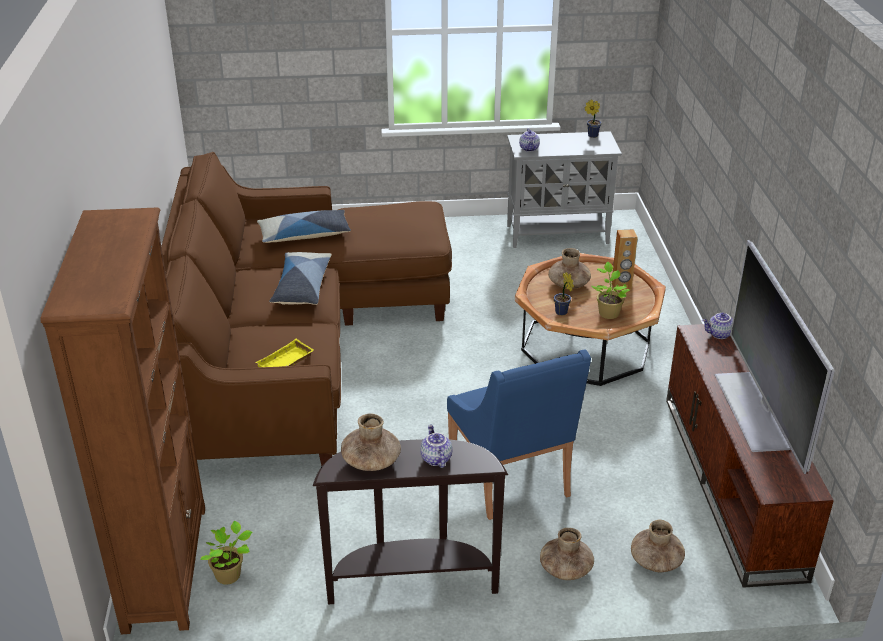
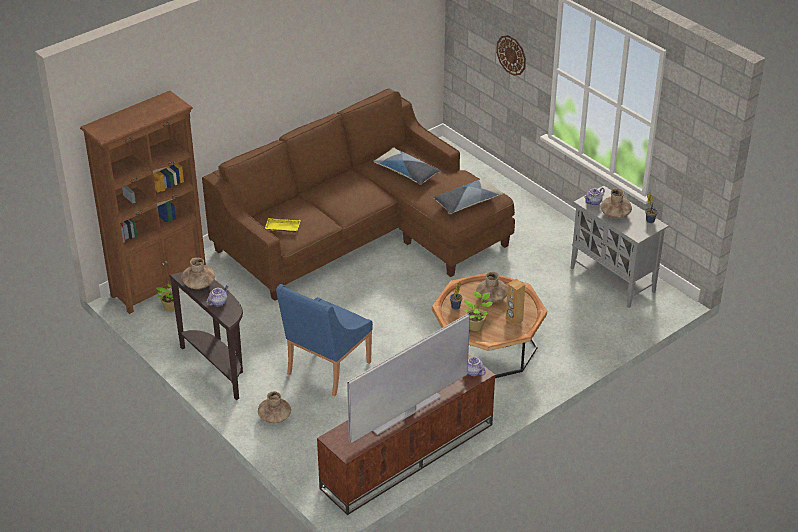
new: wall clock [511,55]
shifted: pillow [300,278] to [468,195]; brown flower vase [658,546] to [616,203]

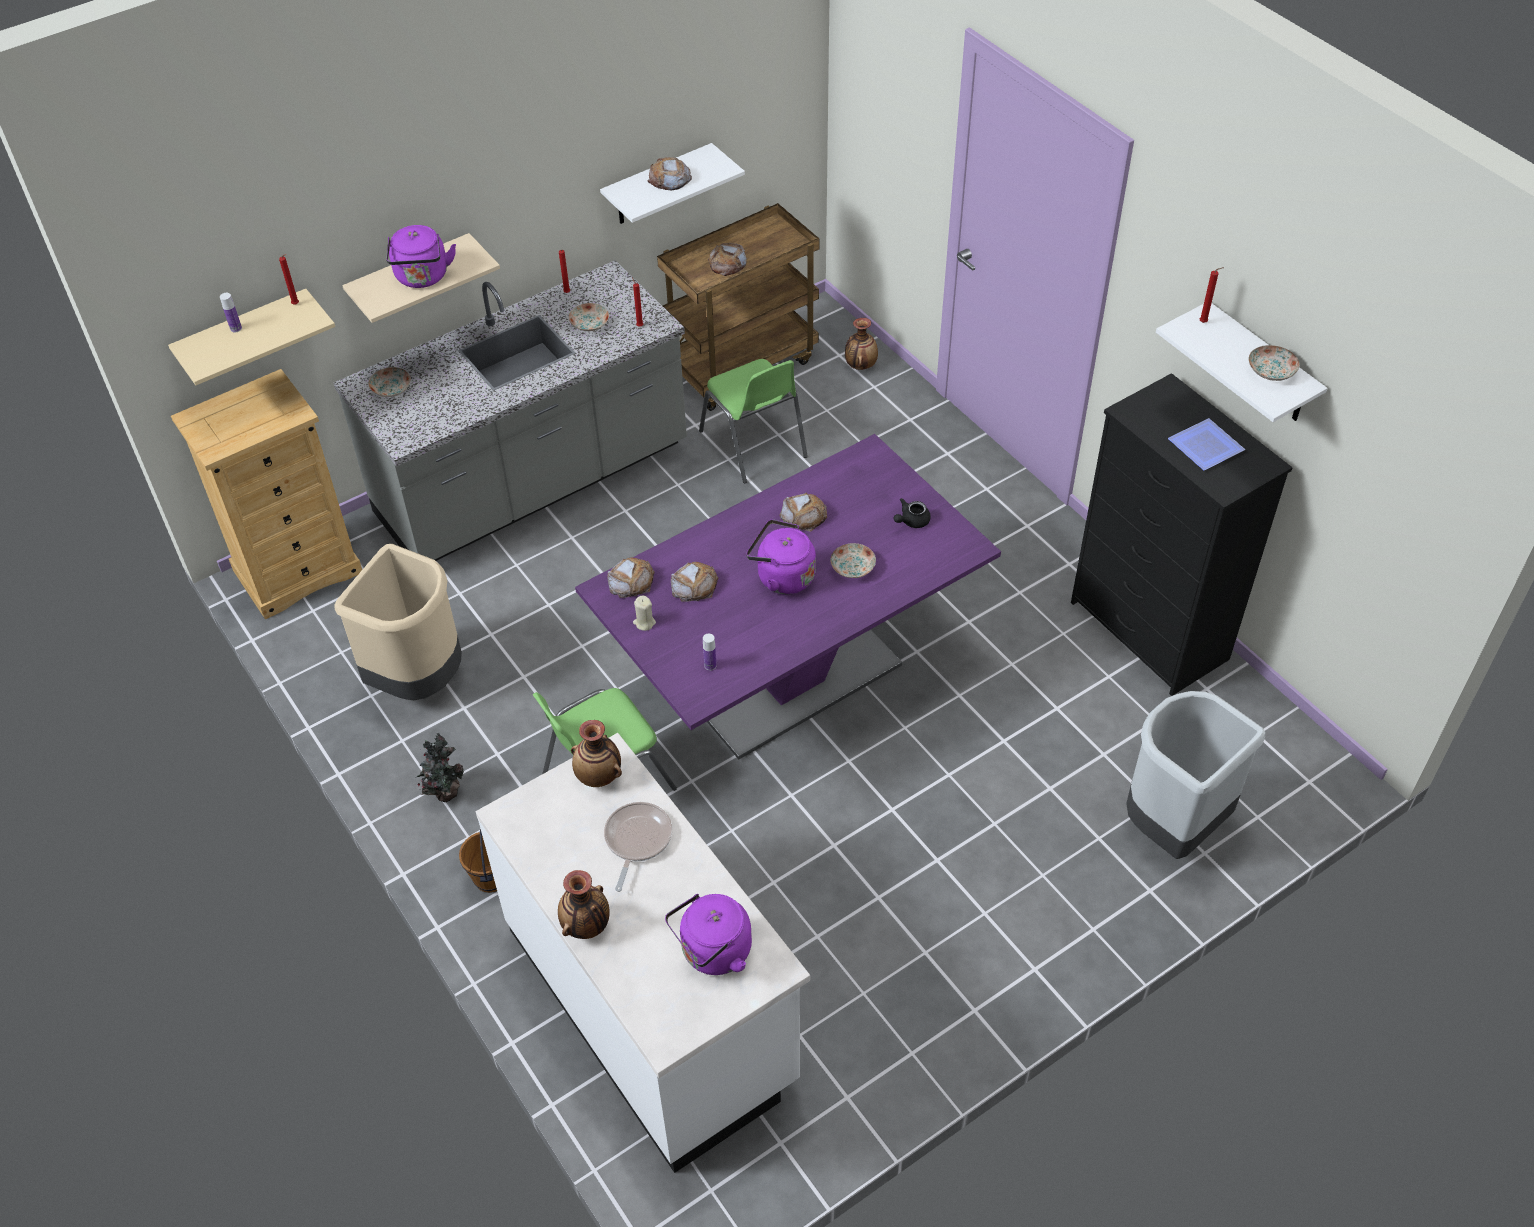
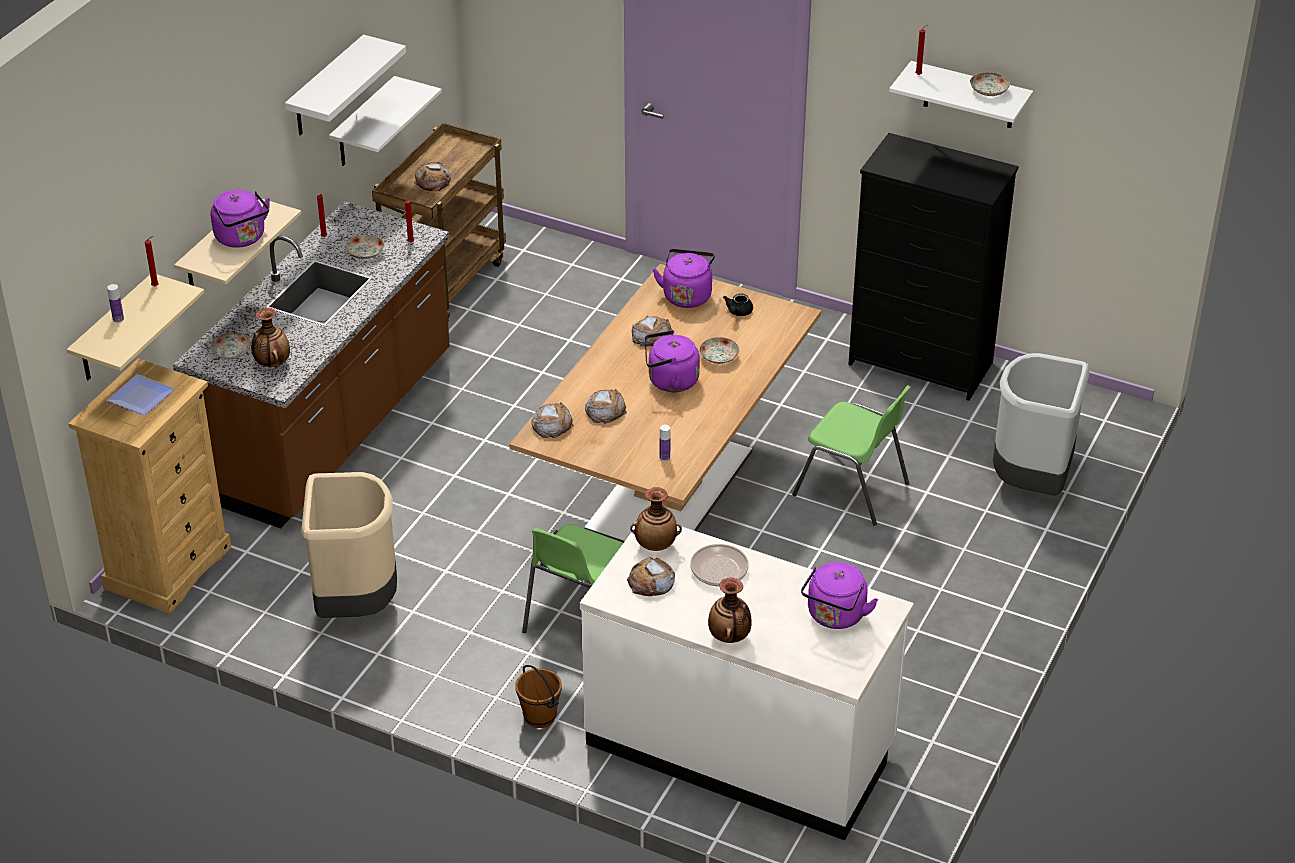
gone: houseplant [440,767]; beige wax light [644,613]
new: white-coloured bracket shelf [345,85]; purple kettle [684,278]
shifted: dinner plate [1206,444] to [140,395]; flower vase [861,344] to [270,337]; bread [669,173] to [651,576]; green-coloured plain chair [753,421] to [851,455]
repainted: gray kitchen base unit [510,410] to brown kitchen base unit [311,365]; purple dining table [788,597] to brown dining table [665,403]

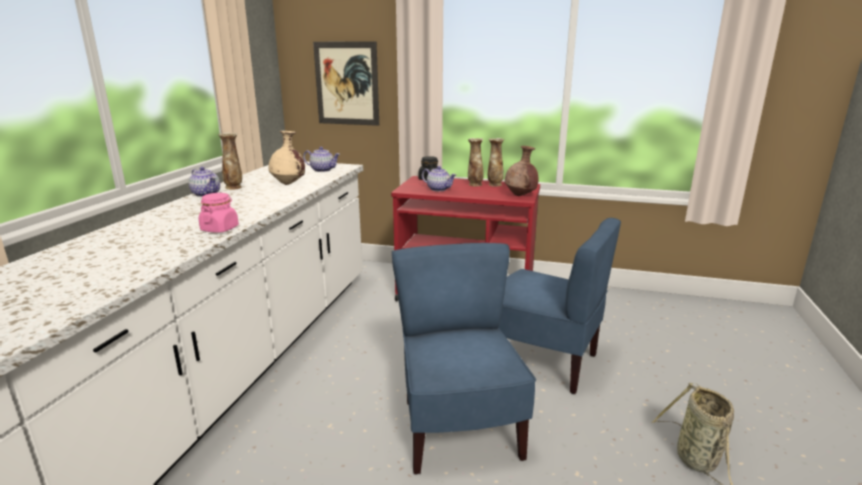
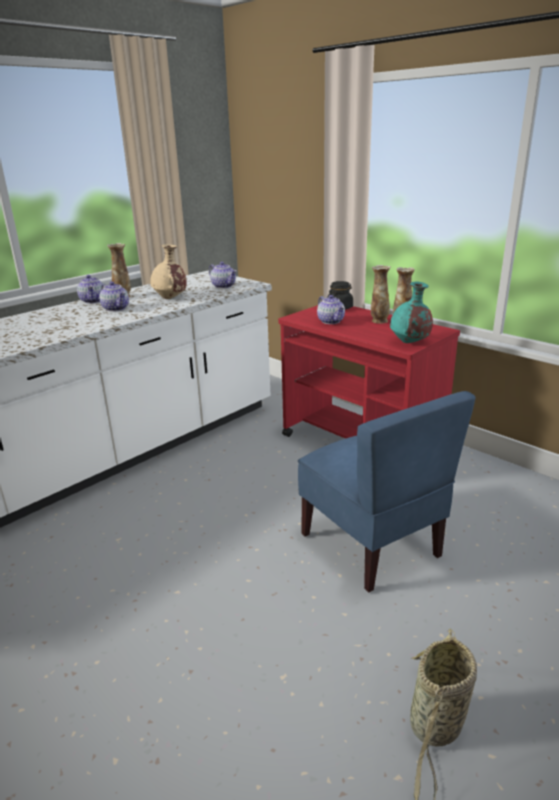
gone: pink-coloured jar [219,213]; picture [346,84]; blue-coloured plain chair [464,358]
new: tea pot [114,296]
repainted: brown flower vase [522,171] to turquoise flower vase [411,312]

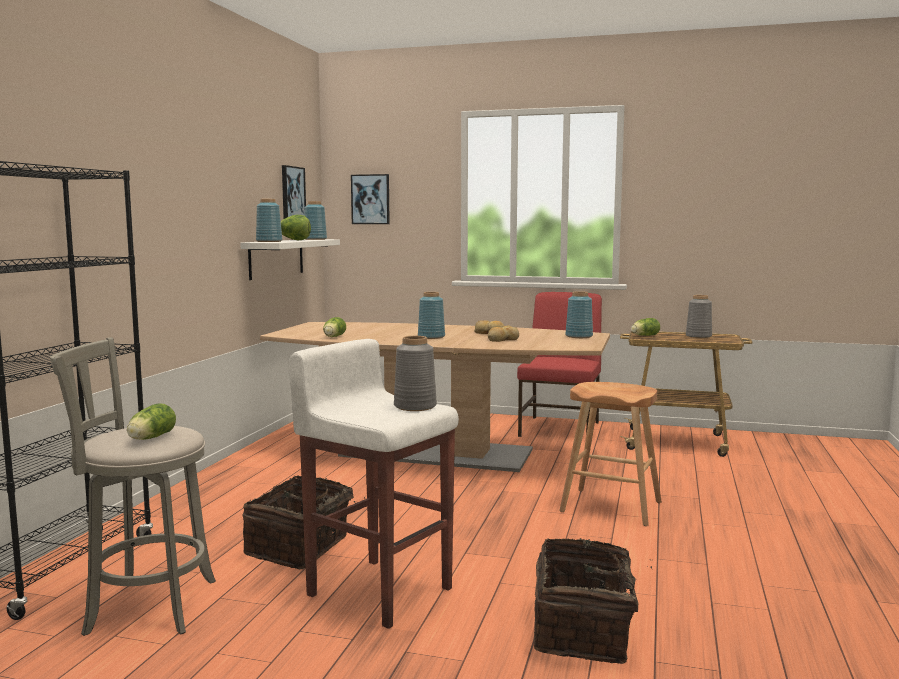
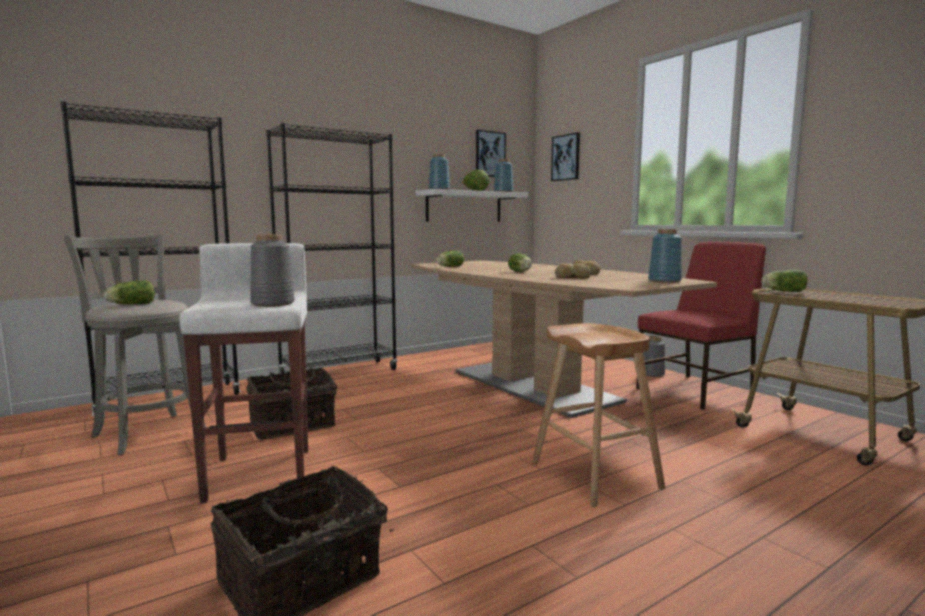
new: blackish bookcase [332,248]
shifted: gray flower vase [699,316] to [654,356]
swapped: blue-coloured flower vase [431,315] to lettuce [520,262]

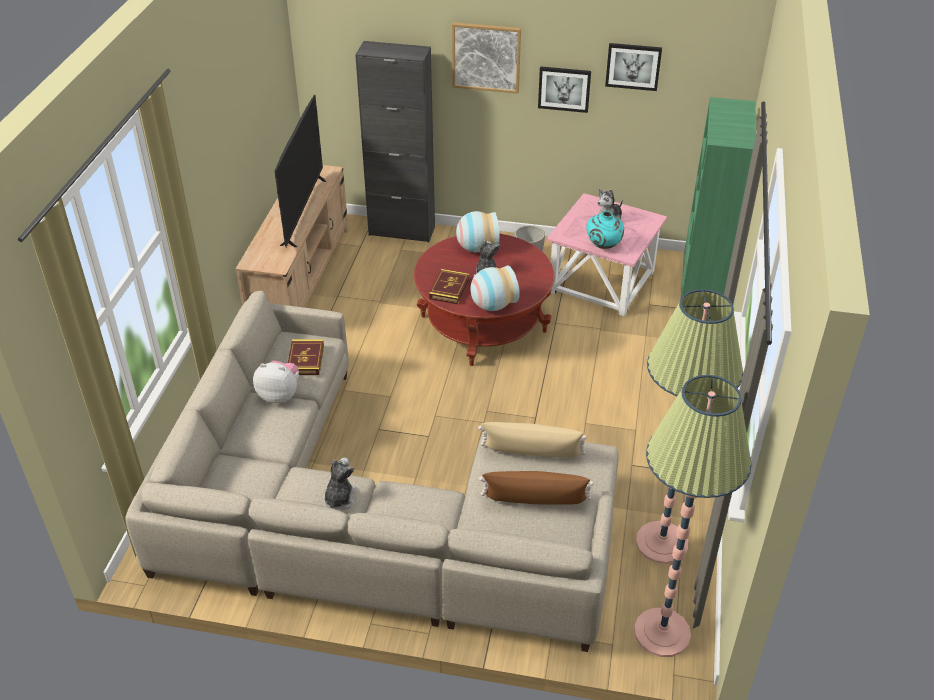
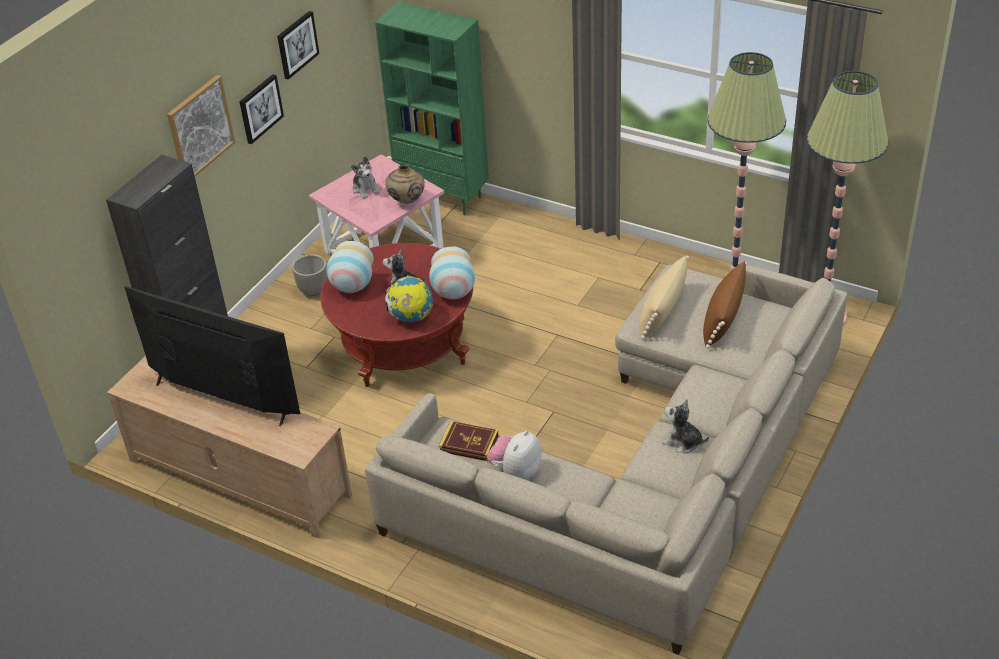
swapped: volume [449,286] to desk globe [409,299]
repainted: turquoise flower vase [605,230] to beige flower vase [405,184]

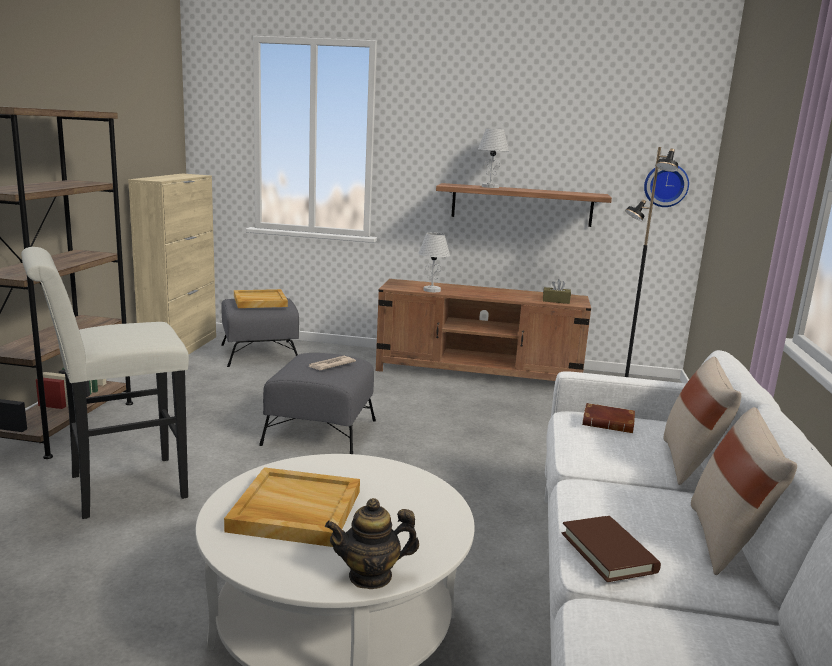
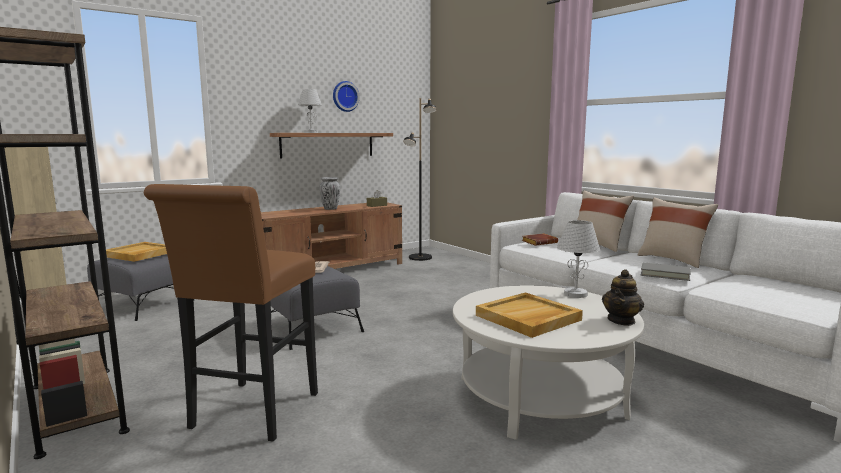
new: flower vase [330,193]
shifted: wall clock [666,186] to [346,96]; white-coloured tabletop lamp [434,262] to [578,259]
repainted: white-coloured sitting stool [105,383] to brown sitting stool [231,313]; brown volume [611,549] to gray volume [665,271]

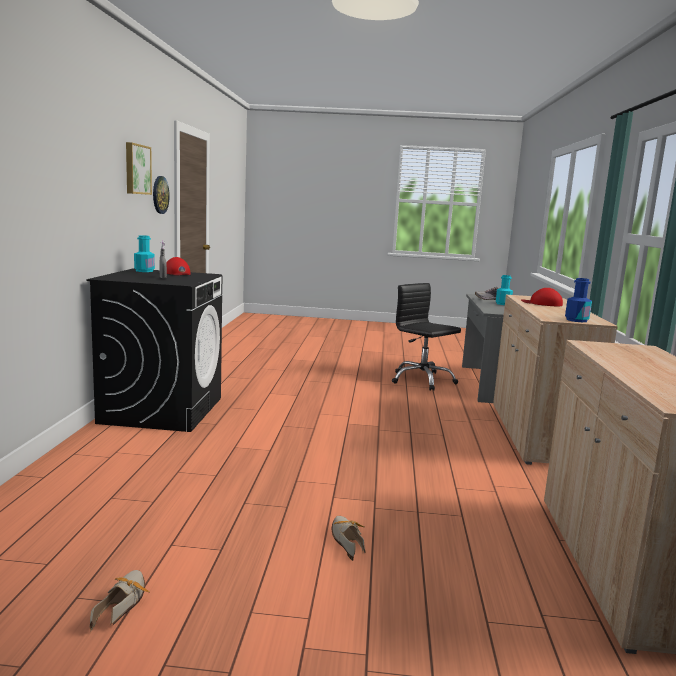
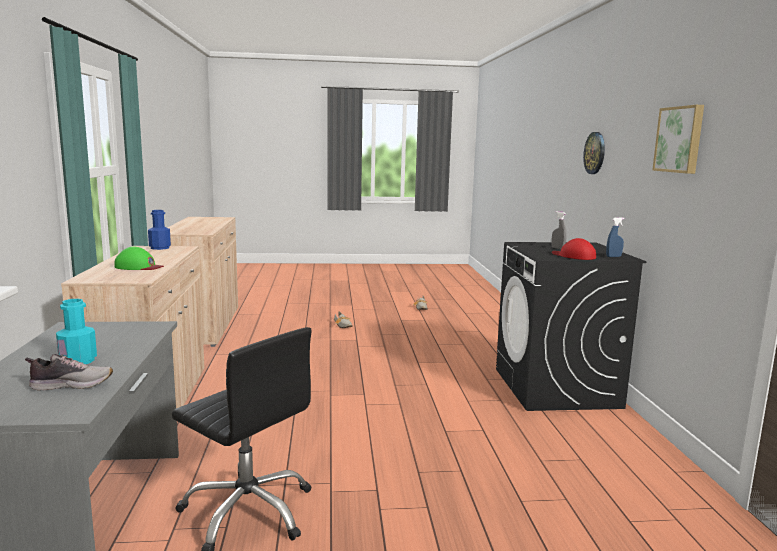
shifted: wall clock [161,195] to [594,153]
swapped: turquoise bottle [144,253] to blue-coloured hand sprayer [615,237]
repainted: red-coloured baseball cap [542,297] to green-coloured baseball cap [139,258]

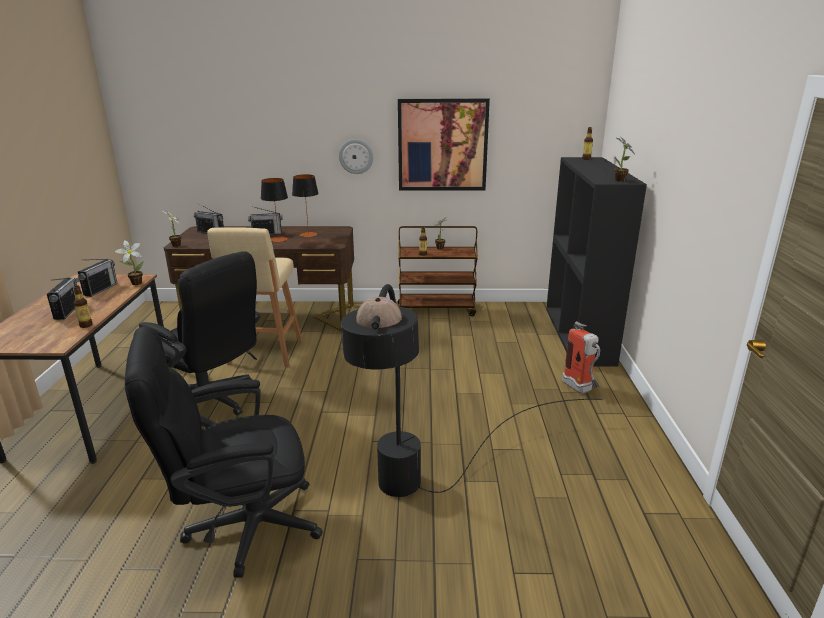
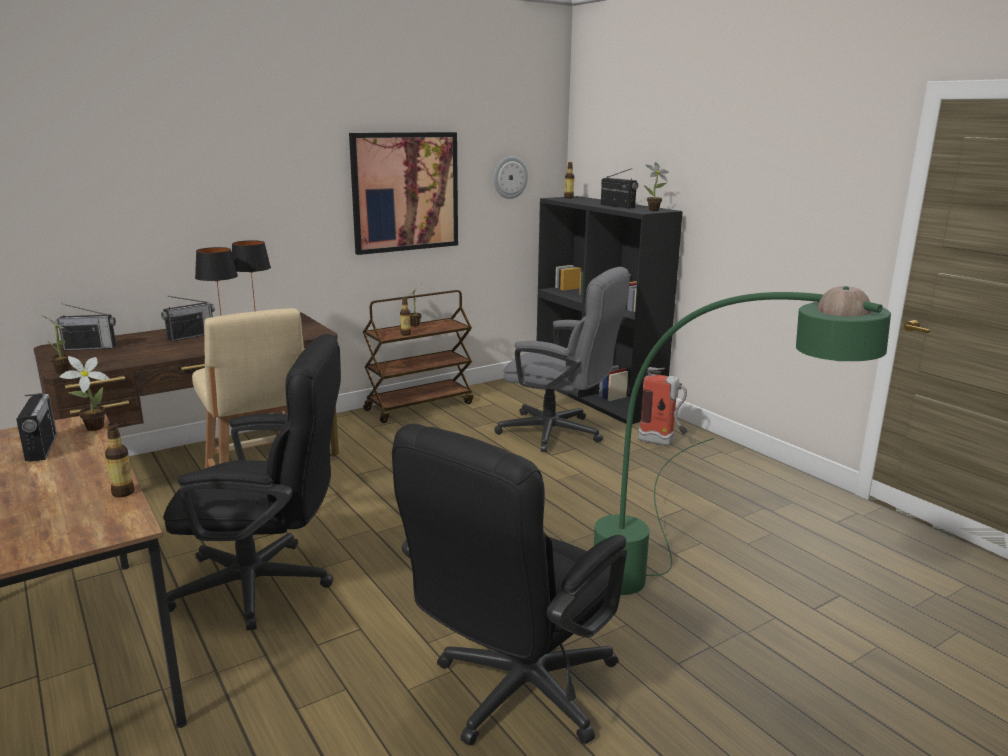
new: gray desk chair [562,359]
shifted: wall clock [356,156] to [511,177]; radio receiver [62,298] to [619,188]
repainted: blackish standard lamp [471,390] to green-coloured standard lamp [742,440]

